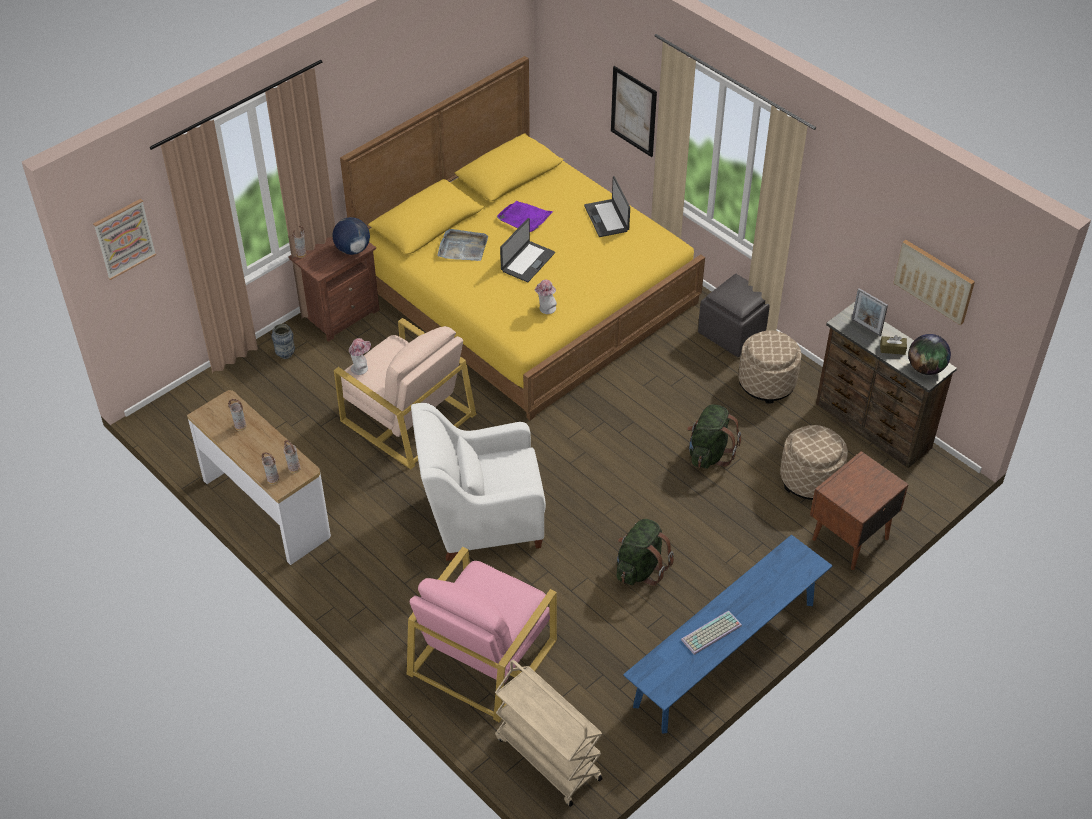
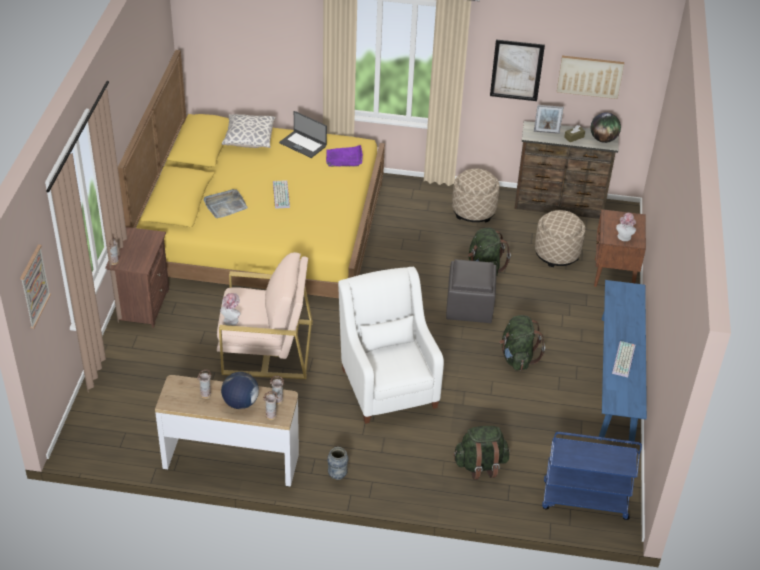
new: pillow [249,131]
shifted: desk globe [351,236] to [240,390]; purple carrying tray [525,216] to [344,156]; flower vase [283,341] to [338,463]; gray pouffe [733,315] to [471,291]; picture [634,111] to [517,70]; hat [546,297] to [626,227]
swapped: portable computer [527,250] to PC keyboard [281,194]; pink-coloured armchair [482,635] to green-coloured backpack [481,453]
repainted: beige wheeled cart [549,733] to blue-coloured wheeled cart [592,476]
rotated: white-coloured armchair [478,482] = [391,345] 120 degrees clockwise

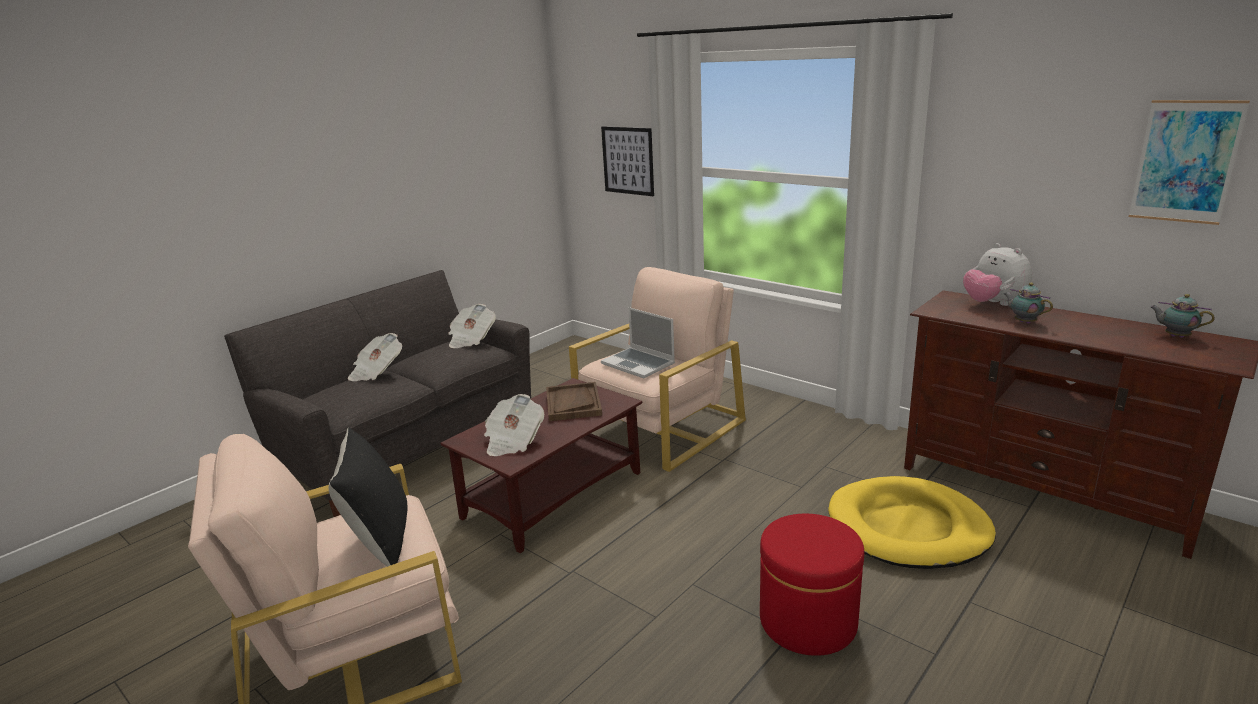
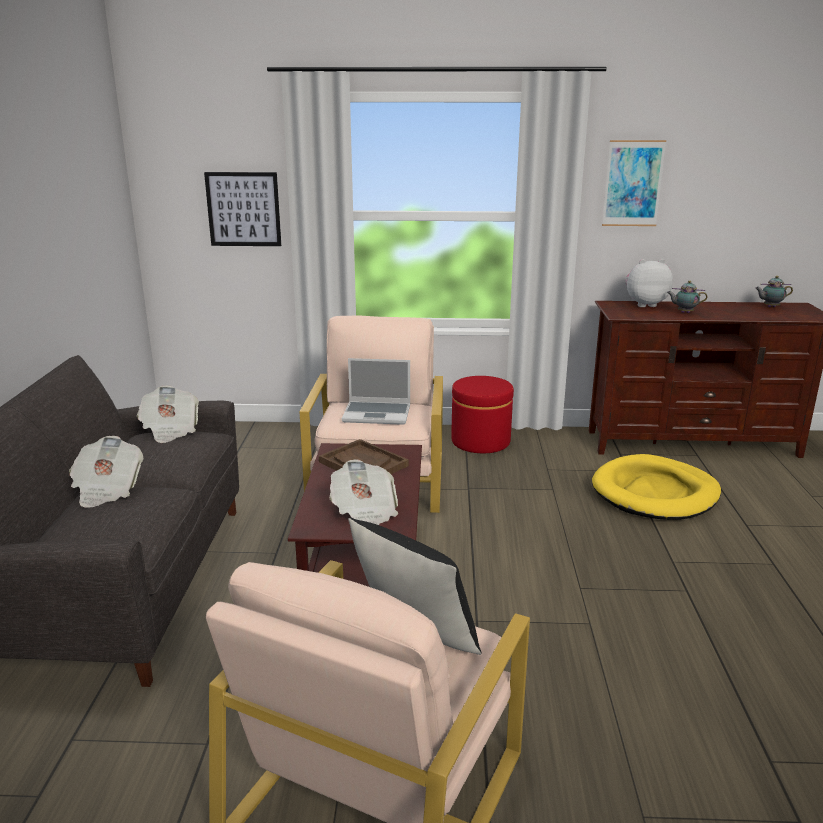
shifted: red-coloured pouffe [812,585] to [482,414]; picture [1189,162] to [634,183]
rotated: soft toy [997,274] = [649,283] 150 degrees clockwise

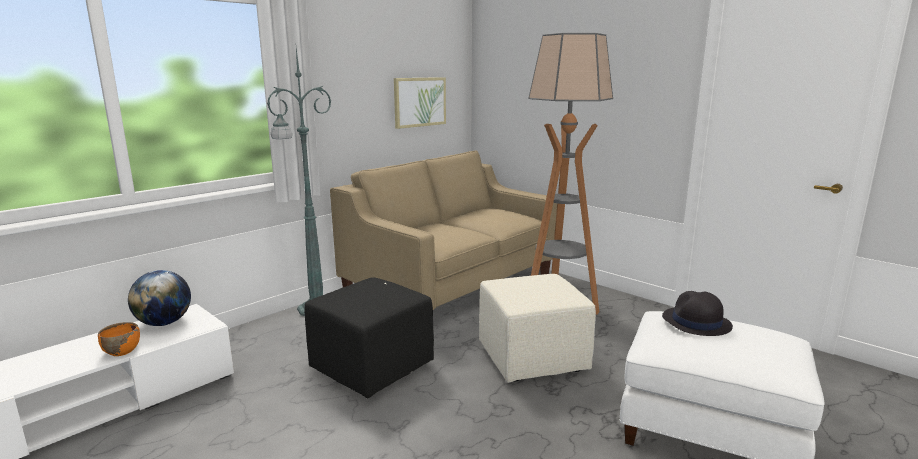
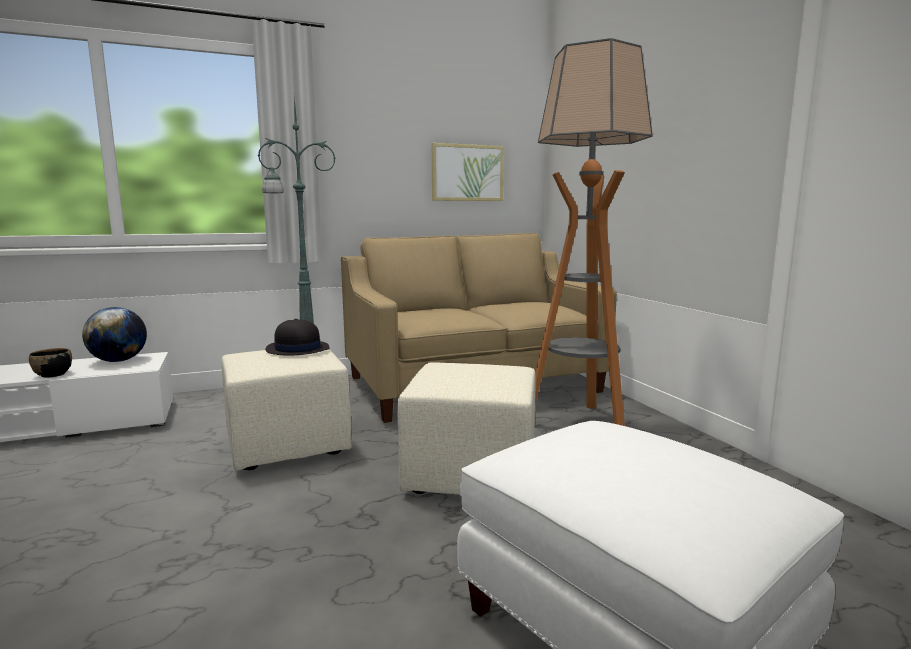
shifted: blackish hat [697,313] to [297,337]
repainted: orangey bowl [119,339] to blackish bowl [50,363]; blackish pouffe [369,338] to beige pouffe [287,410]

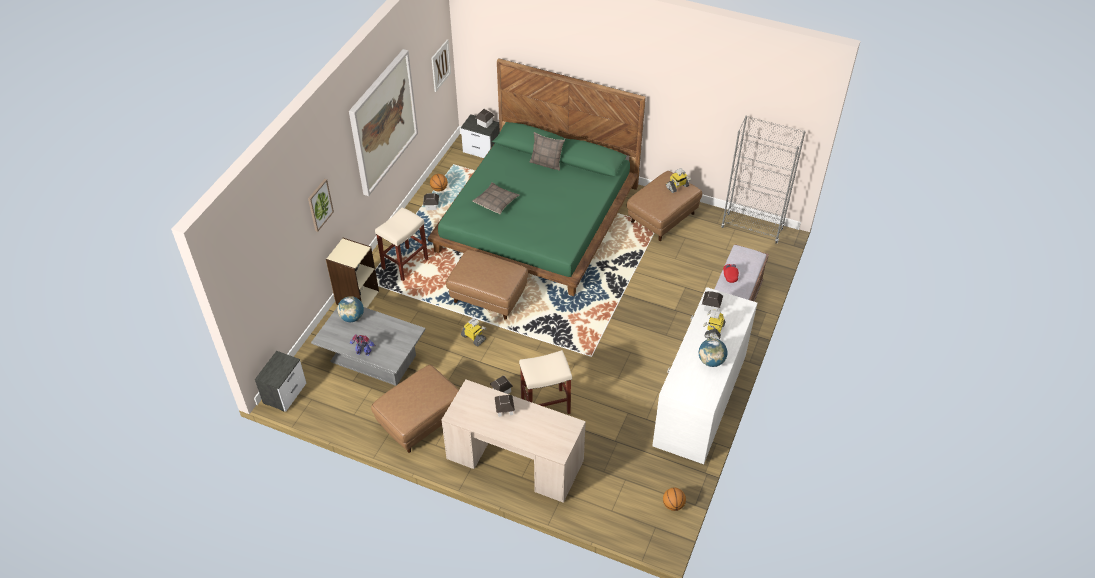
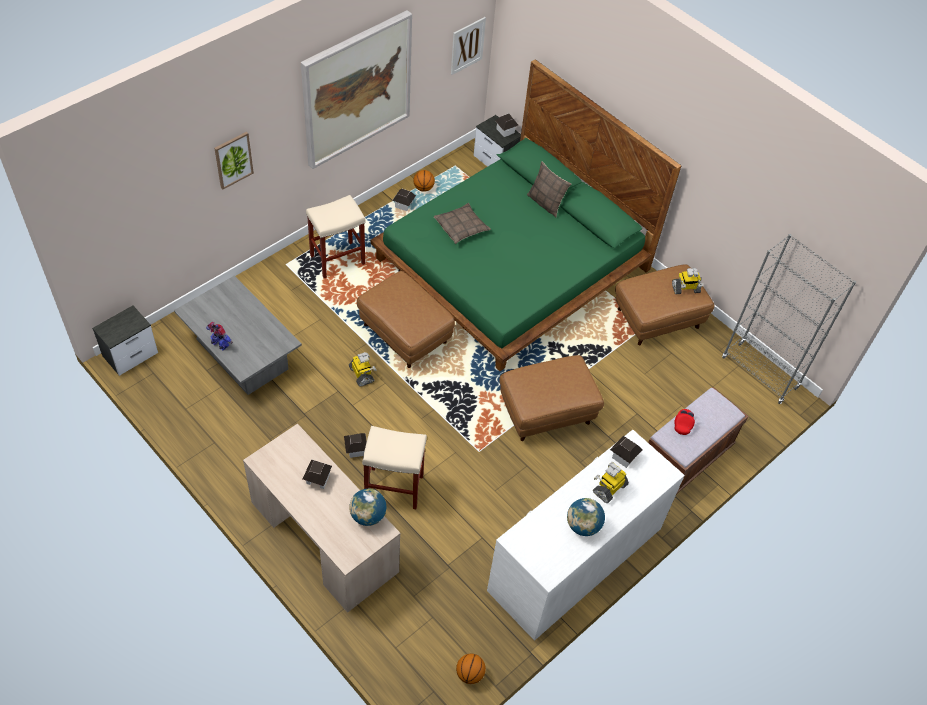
gone: beige bookcase [352,273]
shifted: desk globe [350,309] to [367,507]; brown pouffe [415,409] to [551,398]

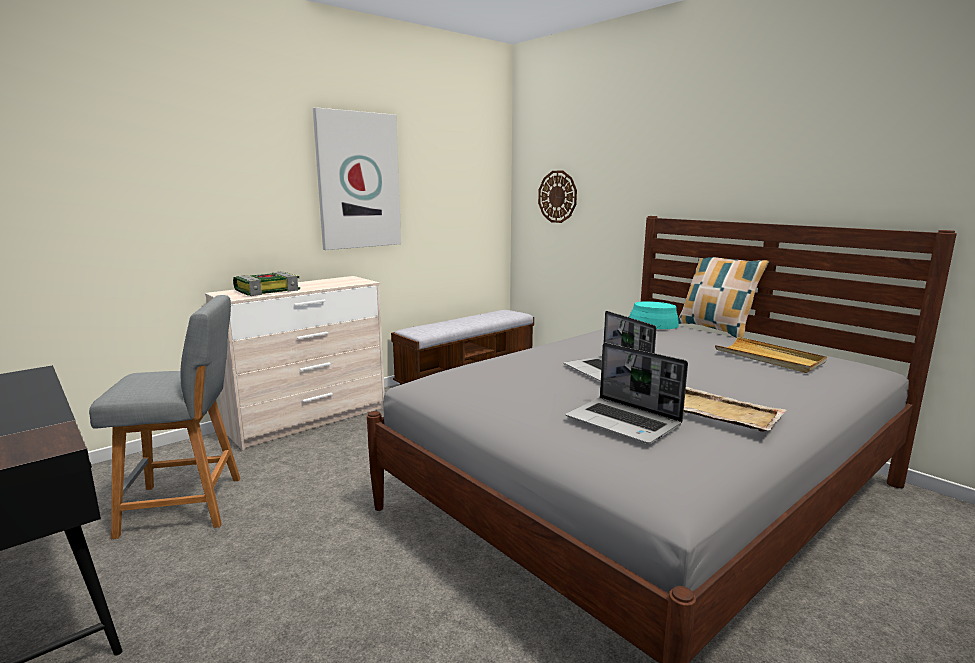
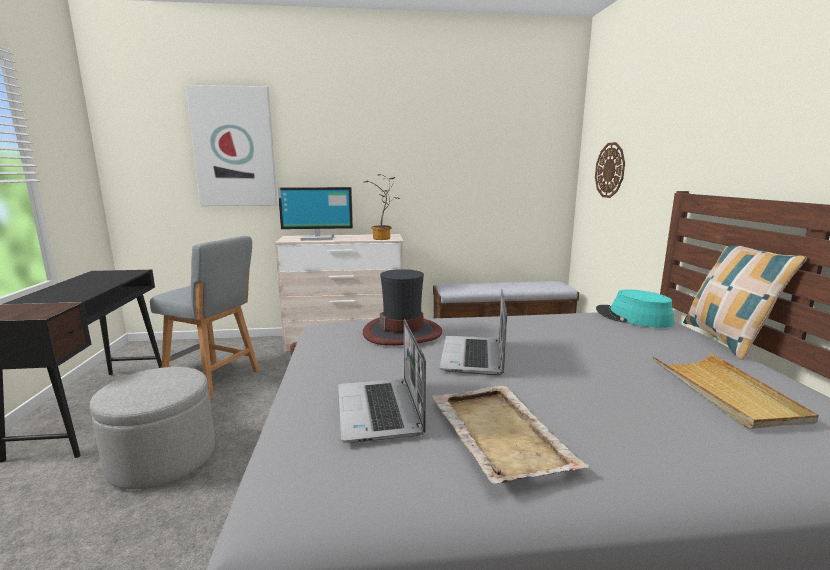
new: gray pouffe [152,428]; hat [402,307]; houseplant [382,207]
shifted: picture [357,178] to [232,145]
swapped: volume [266,283] to computer display [315,214]

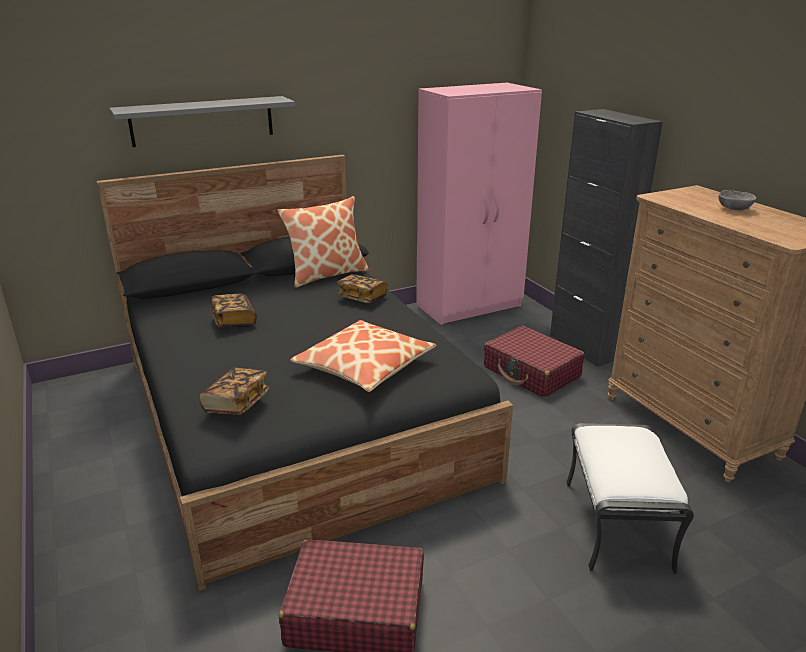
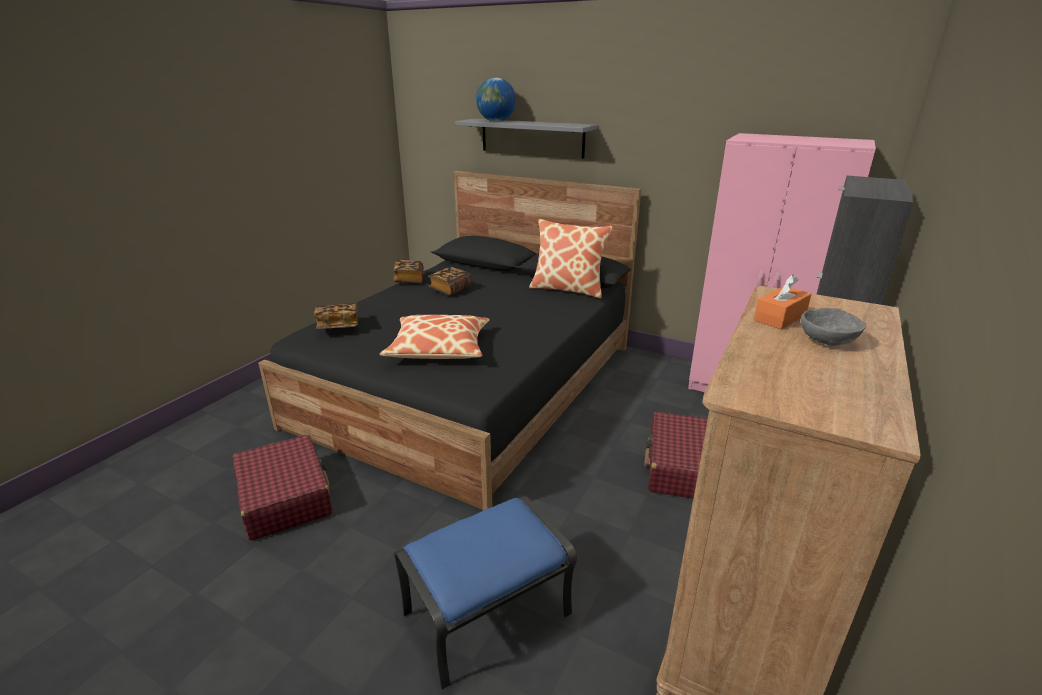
new: desk globe [496,100]; orangey tissue box [782,301]
shifted: volume [362,288] to [408,272]
repainted: white-coloured pouffe [630,499] to blue-coloured pouffe [485,593]

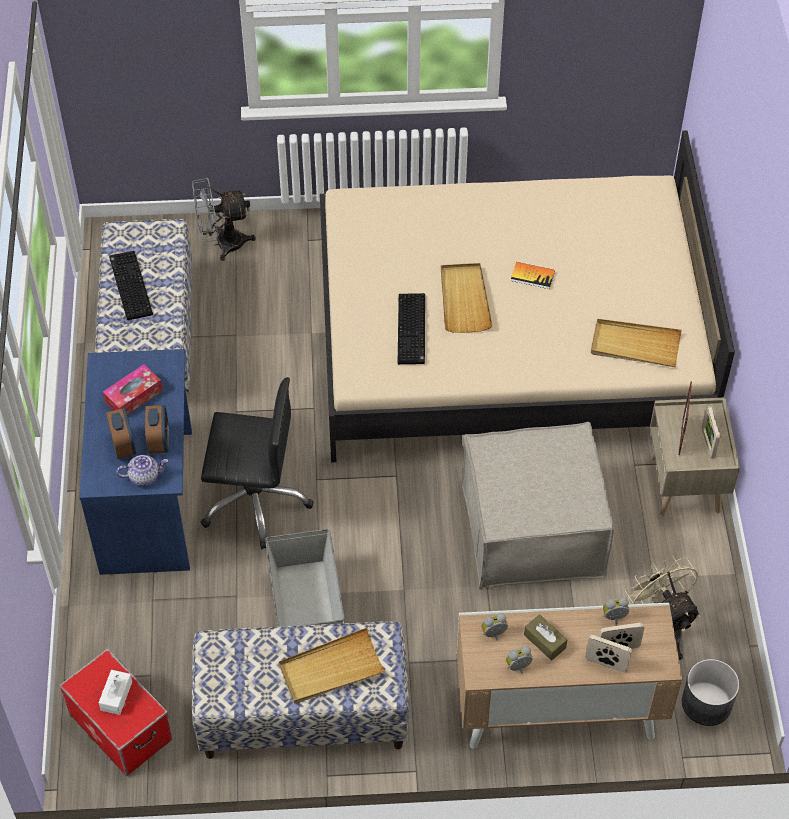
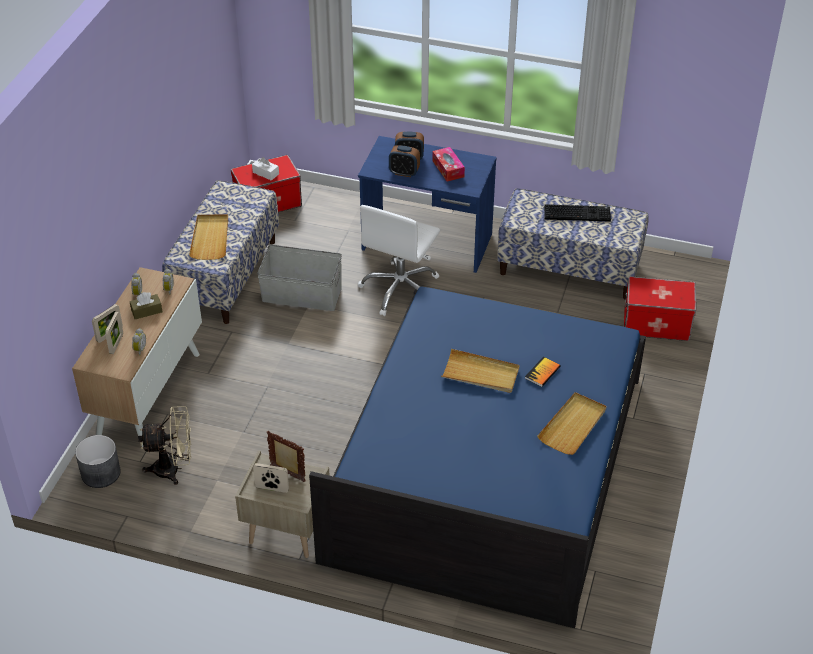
gone: tea pot [142,470]; PC keyboard [411,328]; beige pouffe [537,505]
shifted: volume [533,275] to [543,372]; beige carrying tray [636,343] to [572,423]
swapped: gray cooling fan [224,219] to storage container [660,308]
repainted: beige sleeping bed [527,297] to blue-coloured sleeping bed [477,457]; blackish desk chair [257,463] to white-coloured desk chair [399,260]

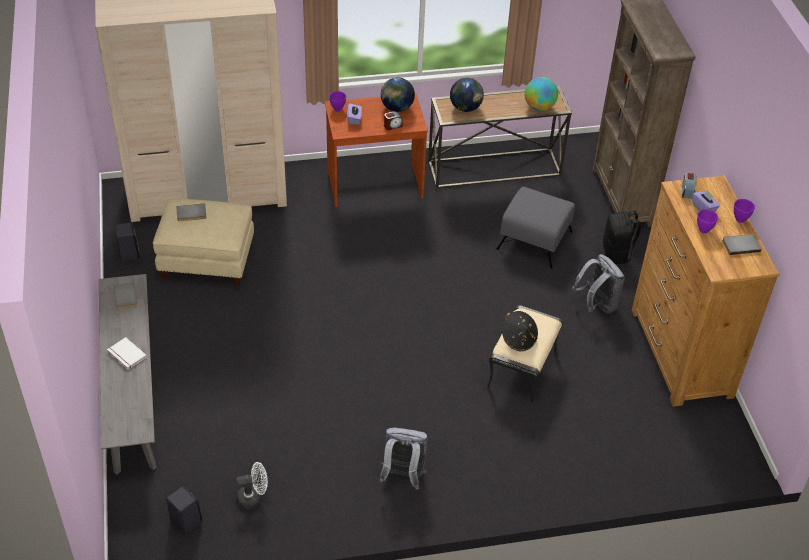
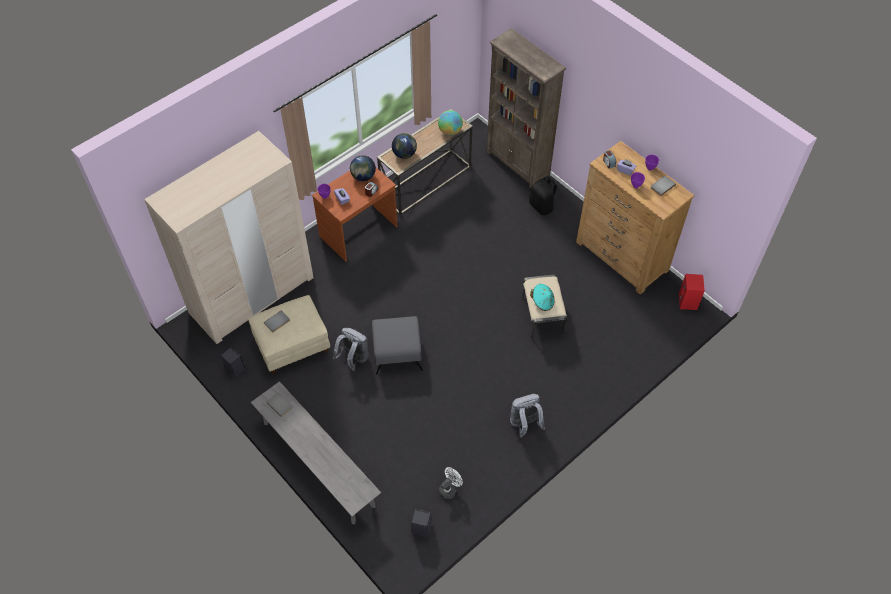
gone: white-coloured volume [127,353]
new: red-coloured loudspeaker [692,292]
shifted: gray backpack [598,283] to [350,349]; gray pouffe [536,228] to [397,345]
repainted: blackish hat [520,331] to turquoise hat [542,297]

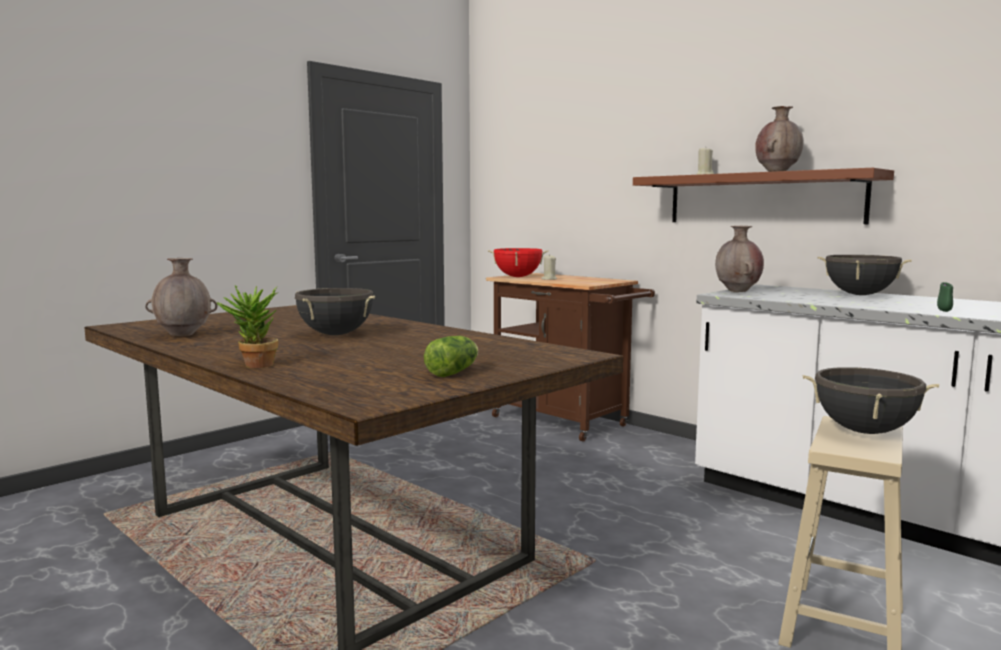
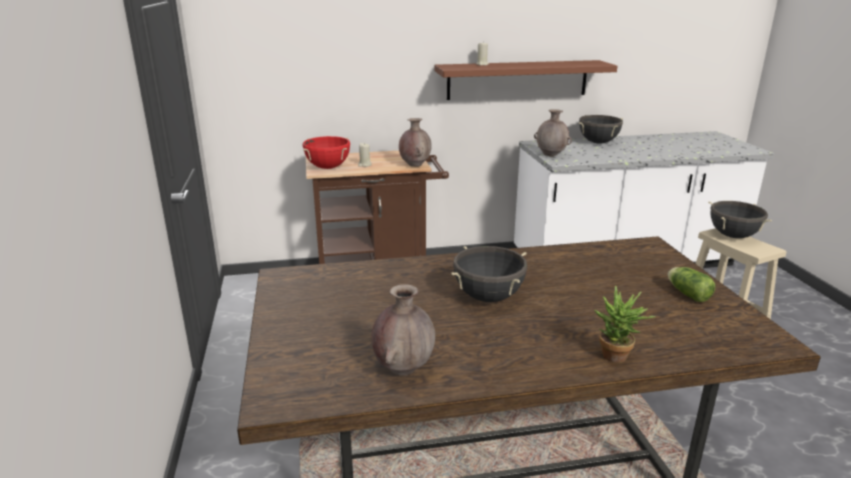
gone: green-coloured bowl [945,297]
shifted: brown flower vase [779,139] to [415,142]

